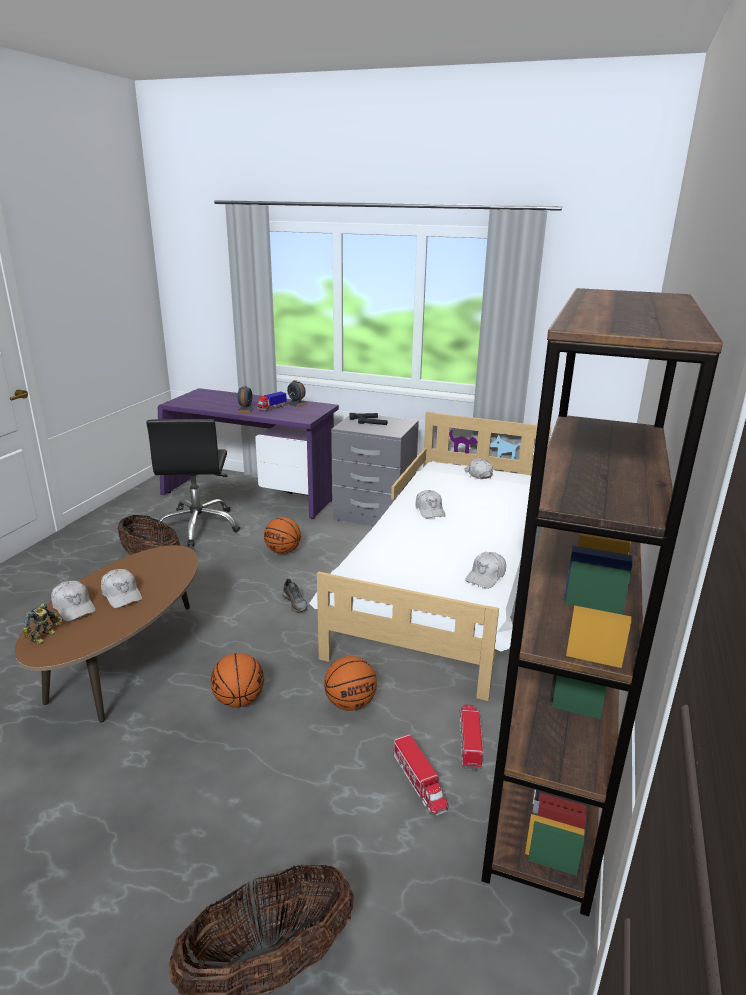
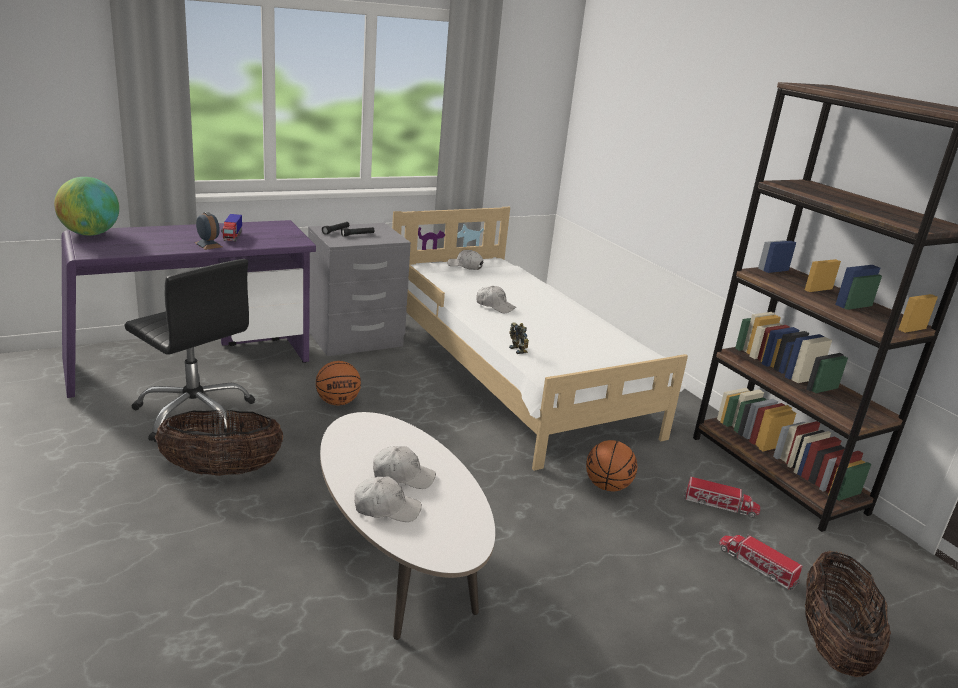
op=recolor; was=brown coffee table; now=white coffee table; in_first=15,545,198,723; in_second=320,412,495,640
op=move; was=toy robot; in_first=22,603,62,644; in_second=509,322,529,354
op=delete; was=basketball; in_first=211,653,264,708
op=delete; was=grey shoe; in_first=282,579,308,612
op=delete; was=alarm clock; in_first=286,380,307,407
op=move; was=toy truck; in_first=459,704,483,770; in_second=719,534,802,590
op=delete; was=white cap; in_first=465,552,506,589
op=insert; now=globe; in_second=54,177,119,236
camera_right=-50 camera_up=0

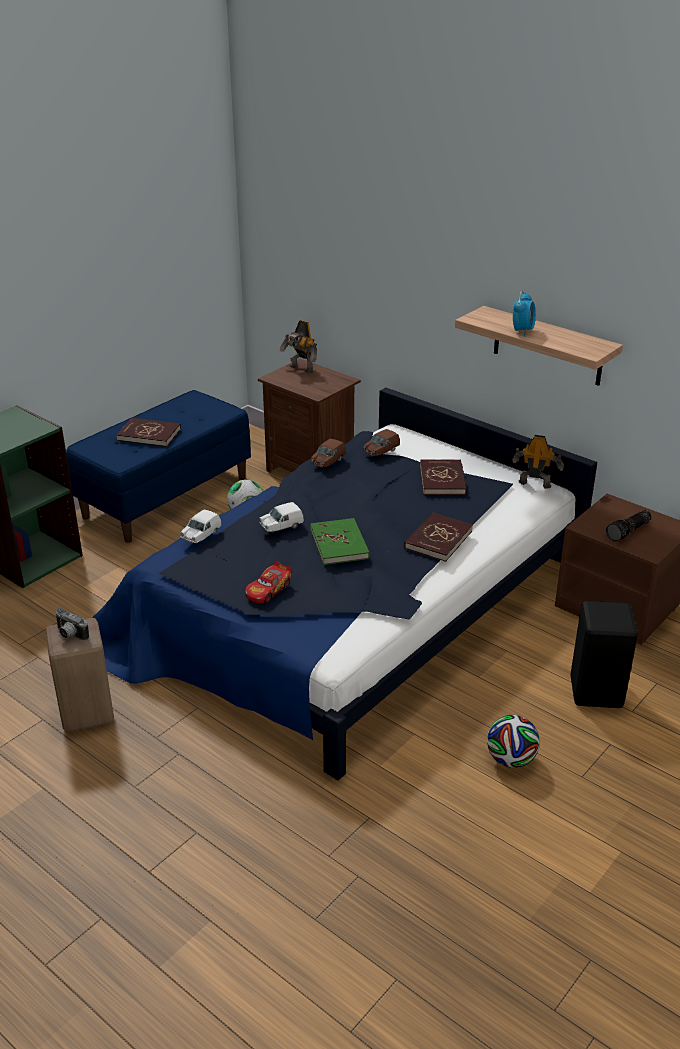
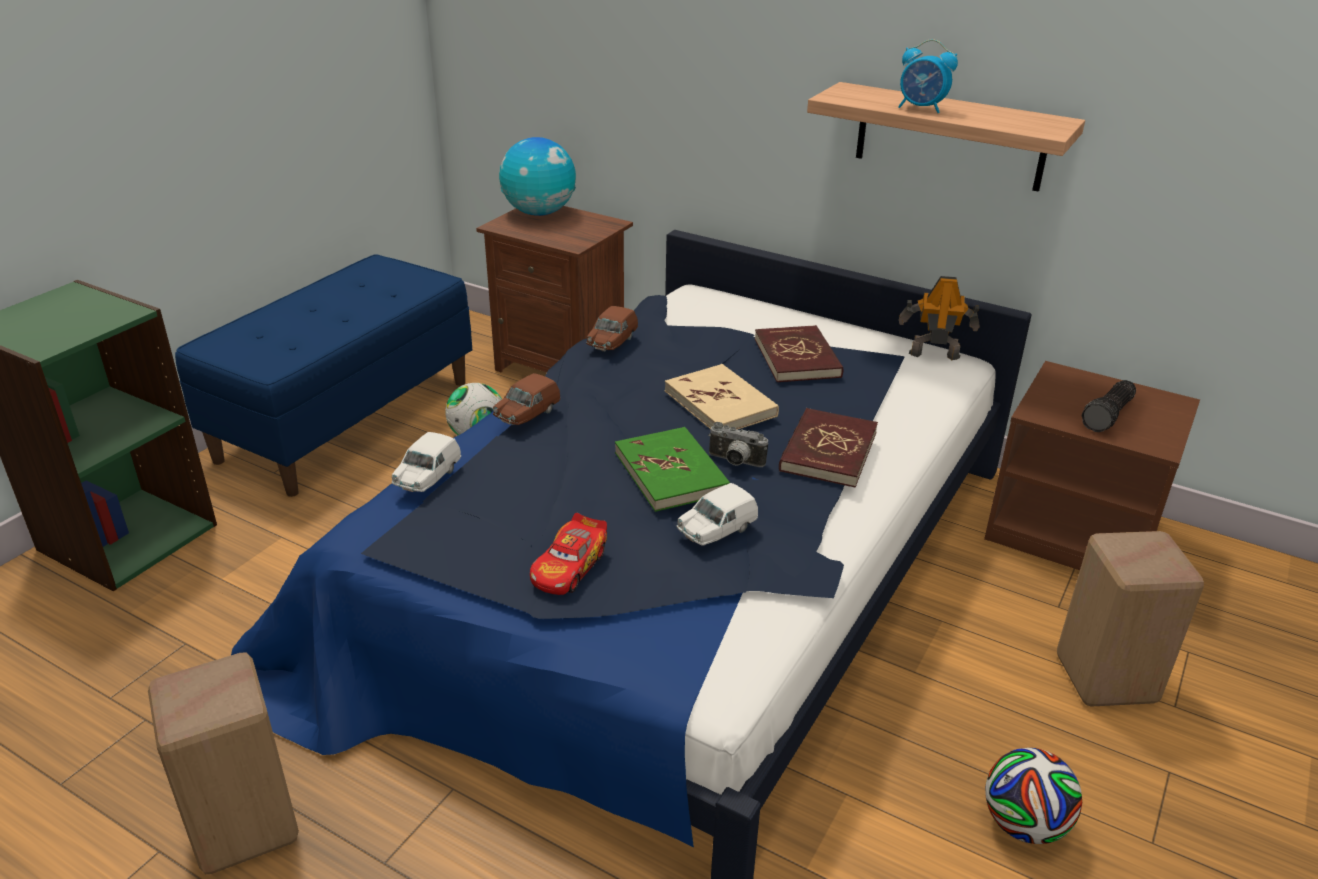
op=move; was=photo camera; in_first=55,608,89,641; in_second=708,422,768,467
op=delete; was=red book; in_first=116,418,181,447
op=move; was=white toy car; in_first=259,502,304,532; in_second=677,483,758,545
op=replace; was=toy robot; now=globe; in_first=280,320,317,373; in_second=499,137,576,216
op=move; was=brown toy car; in_first=363,429,400,456; in_second=493,373,560,425
op=rotate; was=alarm clock; in_first=513,291,536,336; in_second=898,39,958,113; clockwise=105
op=recolor; was=black stool; now=beige stool; in_first=570,601,638,708; in_second=1057,531,1204,707
op=insert; now=beige book; in_second=665,364,779,430
camera_right=-10 camera_up=0

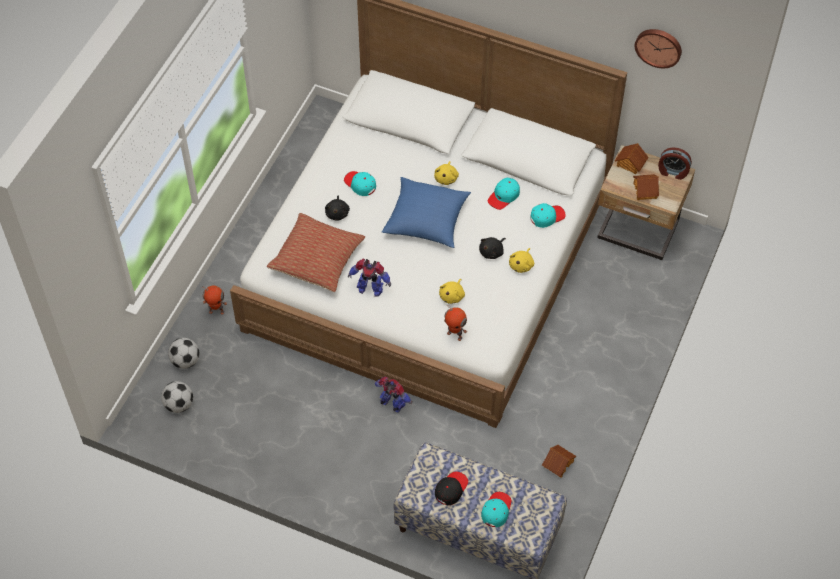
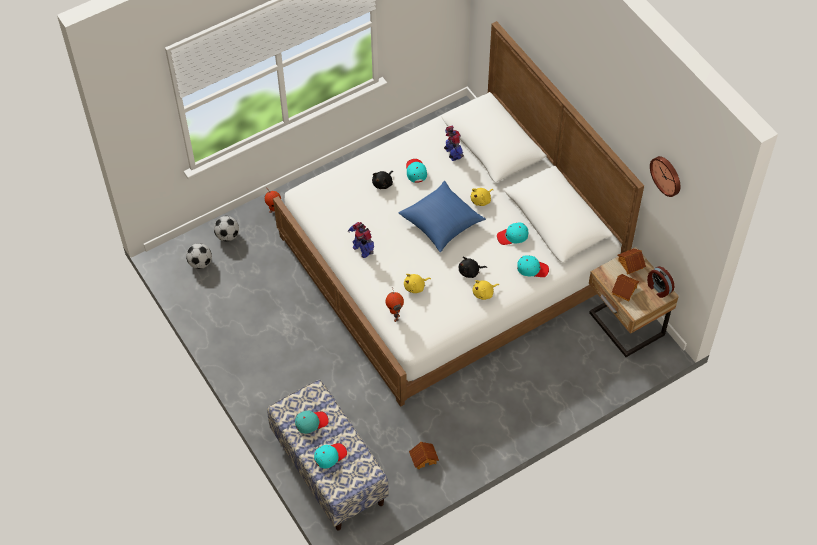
op=delete; was=pillow; in_first=267,213,365,292
op=move; was=toy robot; in_first=375,377,412,413; in_second=444,126,464,161
op=recolor; was=black cap; now=turquoise cap; in_first=435,471,468,505; in_second=295,411,328,434
camera_right=35 camera_up=0

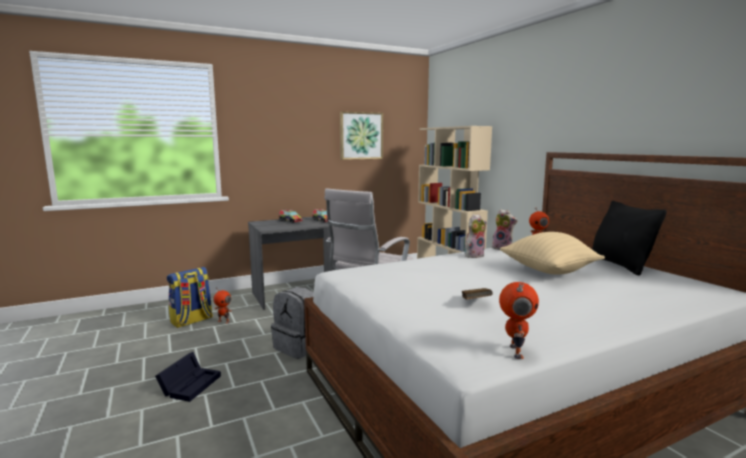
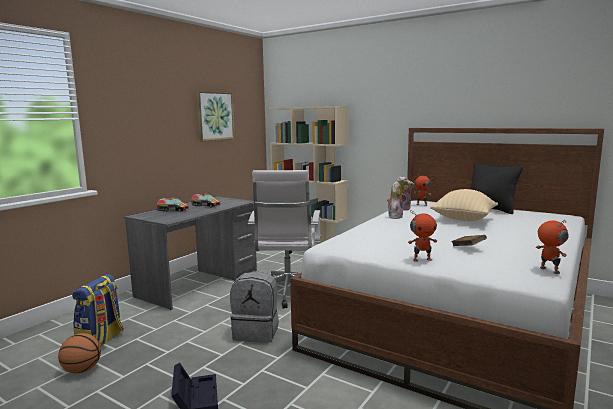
op=move; was=toy robot; in_first=213,290,232,324; in_second=408,211,437,262
op=insert; now=basketball; in_second=58,333,101,373
camera_right=-30 camera_up=0

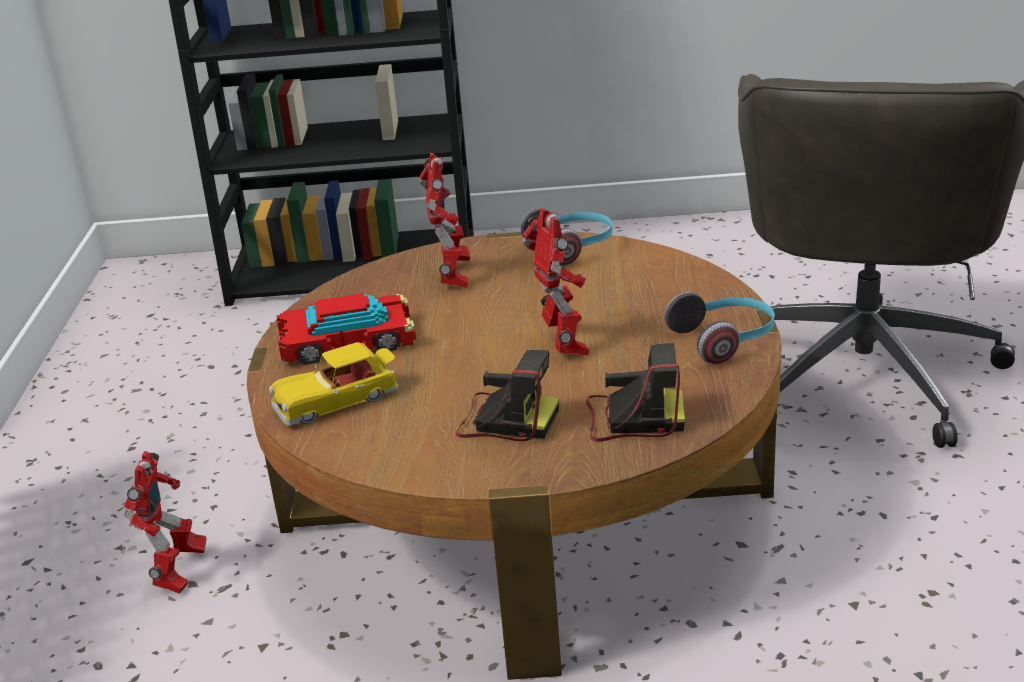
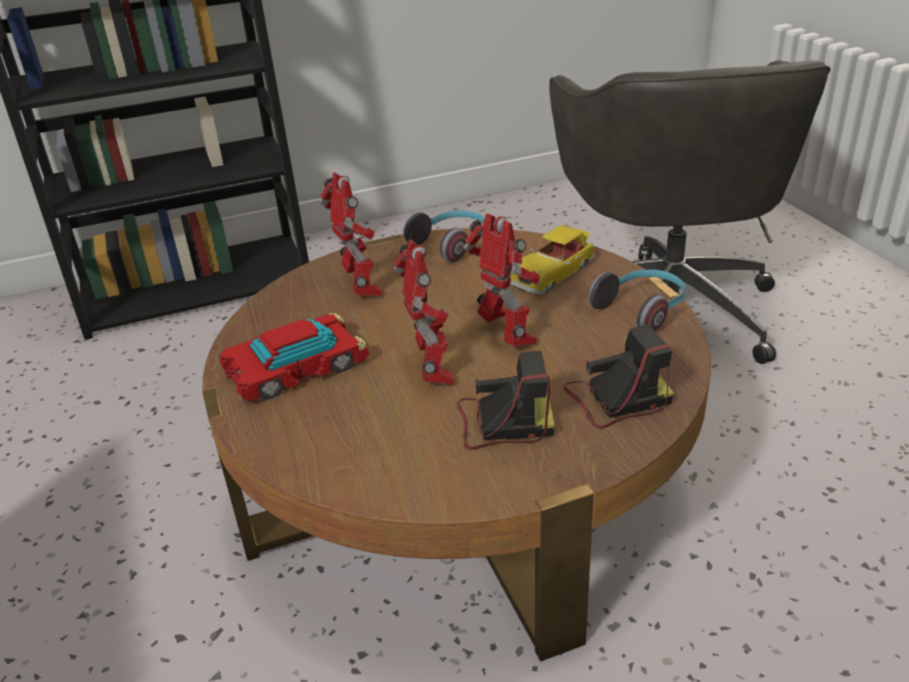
op=move; was=toy robot; in_first=124,451,206,594; in_second=394,240,454,385
op=move; was=toy car; in_first=269,342,398,426; in_second=510,225,595,295
camera_right=-20 camera_up=5

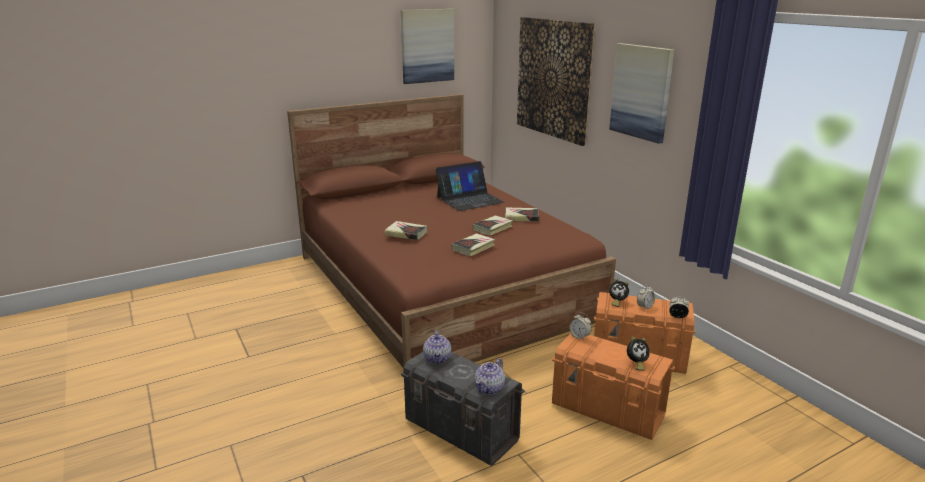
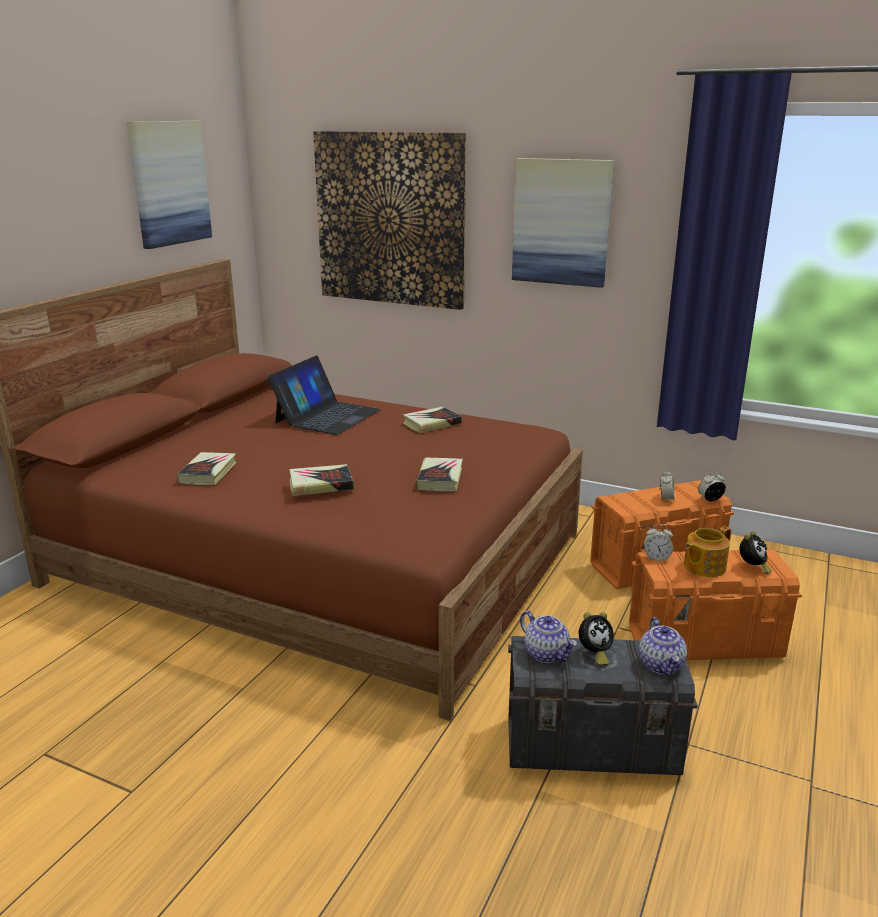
op=move; was=book; in_first=473,216,513,236; in_second=177,452,237,485
op=move; was=alarm clock; in_first=609,278,629,307; in_second=579,612,614,666
op=insert; now=teapot; in_second=684,526,731,577
camera_right=-35 camera_up=0

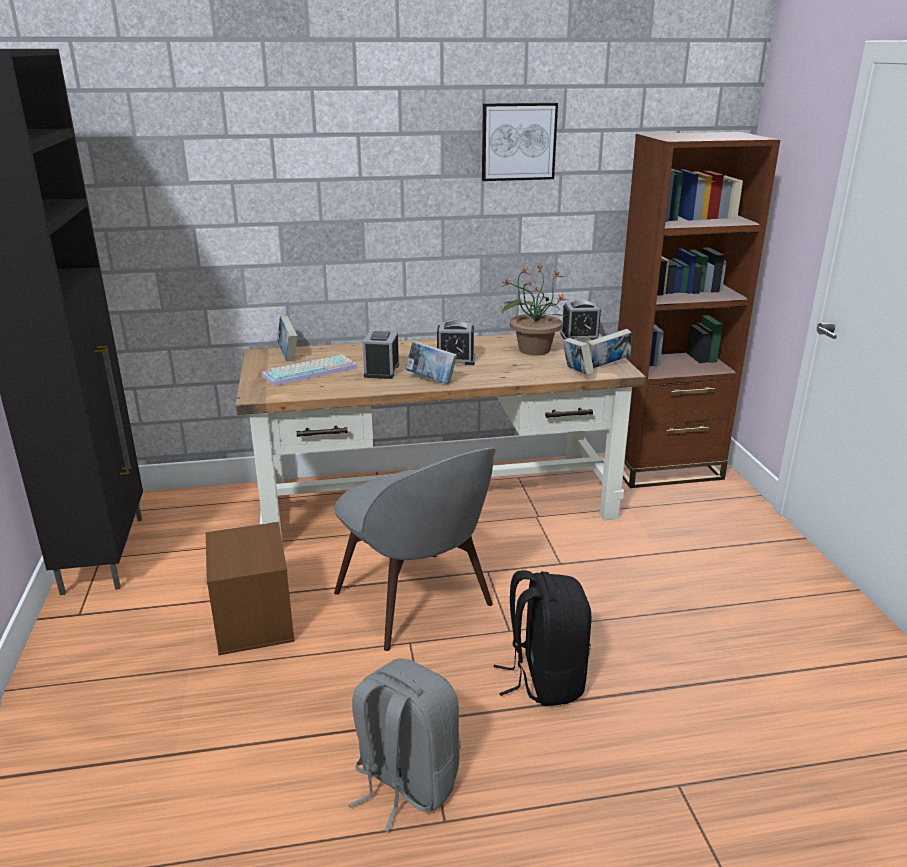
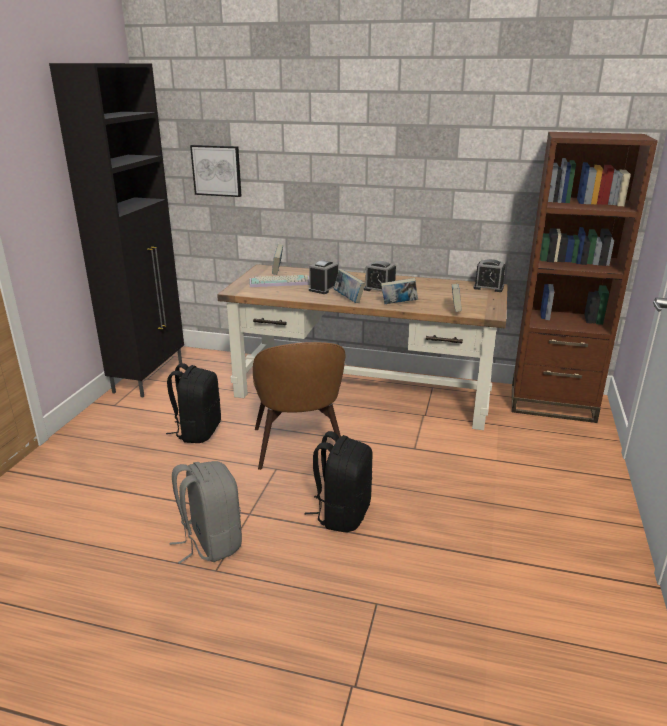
op=replace; was=brown storage box; now=black backpack; in_first=206,522,295,655; in_second=166,363,221,443
op=recolor; was=grey chair; now=brown chair; in_first=334,448,495,651; in_second=253,342,345,470
op=move; was=picture; in_first=482,103,558,181; in_second=190,145,242,197
op=delete; was=potted plant; in_first=502,264,569,355
op=move; was=book; in_first=587,329,632,368; in_second=381,278,418,304
camera_right=25 camera_up=0

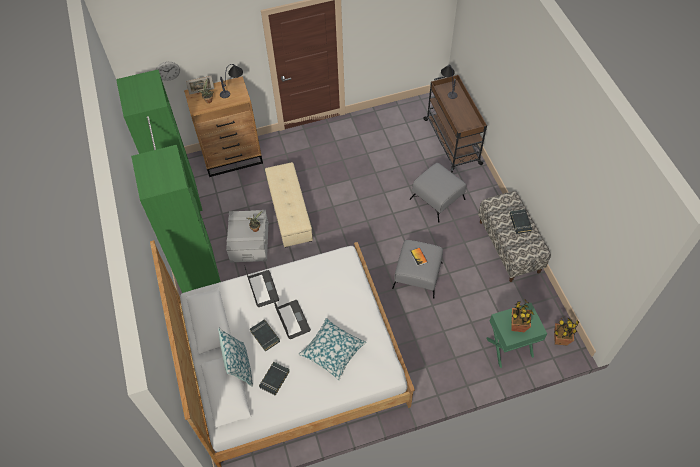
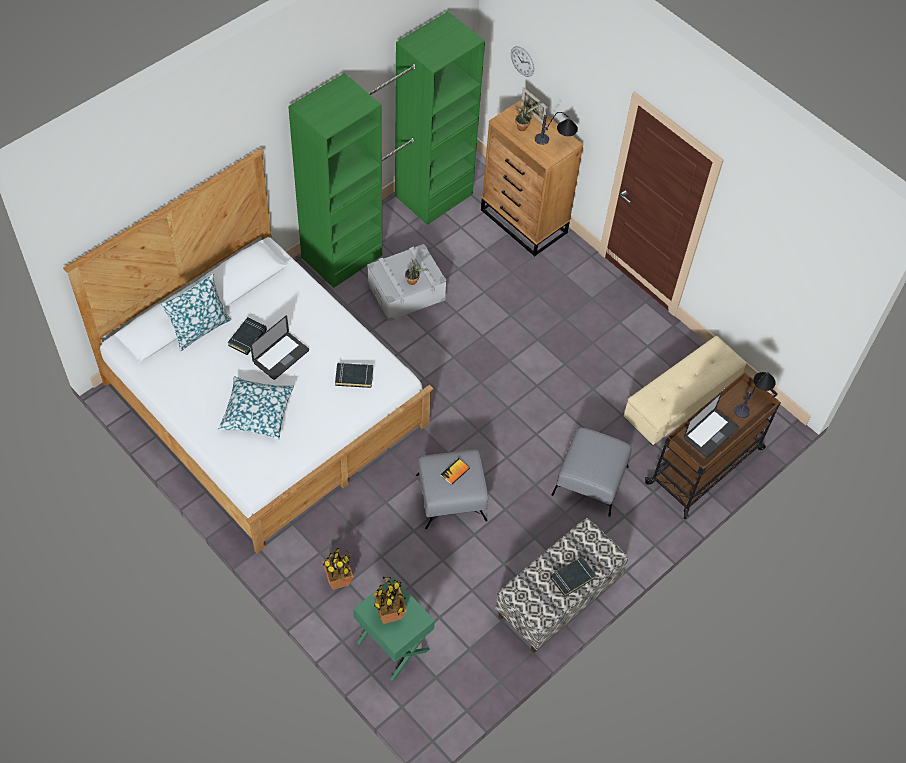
op=move; was=laptop; in_first=245,267,279,307; in_second=684,392,739,457
op=move; was=black book; in_first=259,362,290,396; in_second=335,363,373,388
op=move; was=beige ottoman; in_first=265,162,313,248; in_second=624,336,747,445
op=move; was=potted plant; in_first=554,318,579,345; in_second=323,548,354,590
camera_right=60 camera_up=0

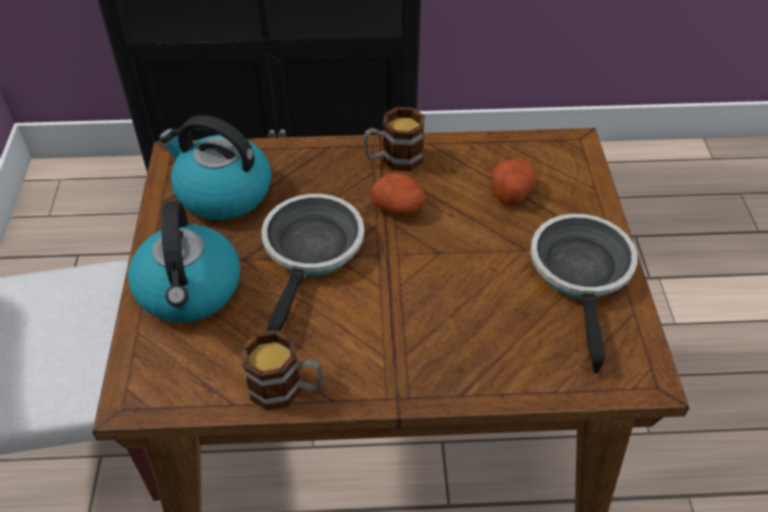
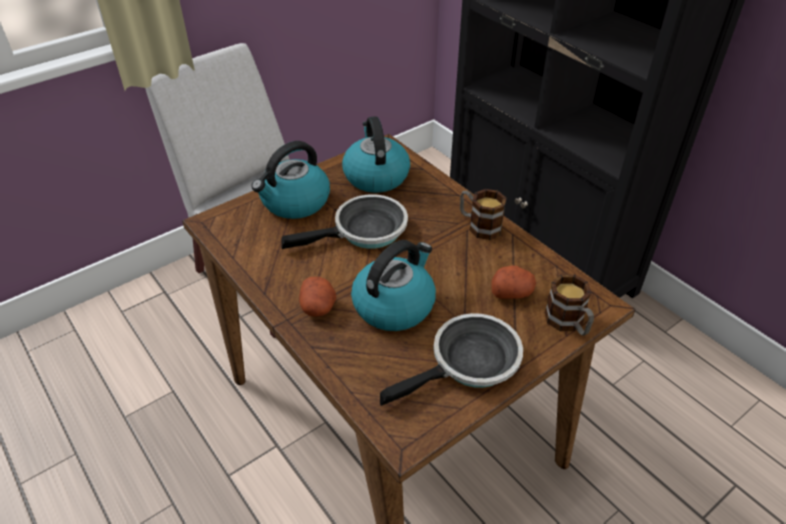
op=move; was=mug; in_first=241,330,323,410; in_second=544,274,594,336
op=move; was=potato; in_first=371,173,426,216; in_second=299,277,336,317
op=insert; now=kettle; in_second=351,240,436,331
camera_right=55 camera_up=-5

